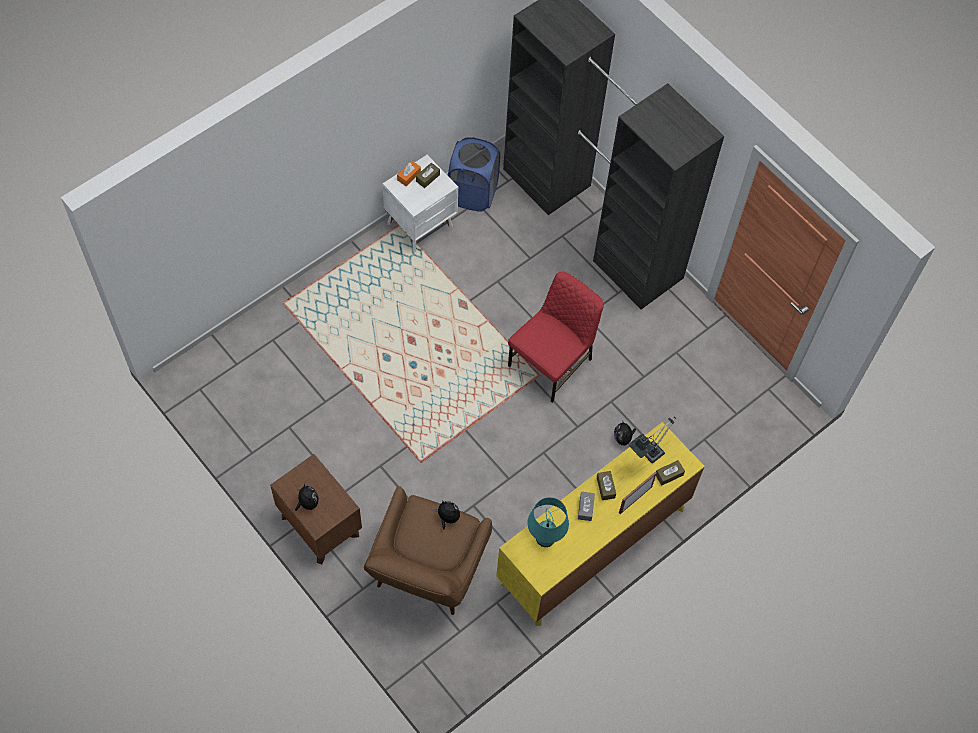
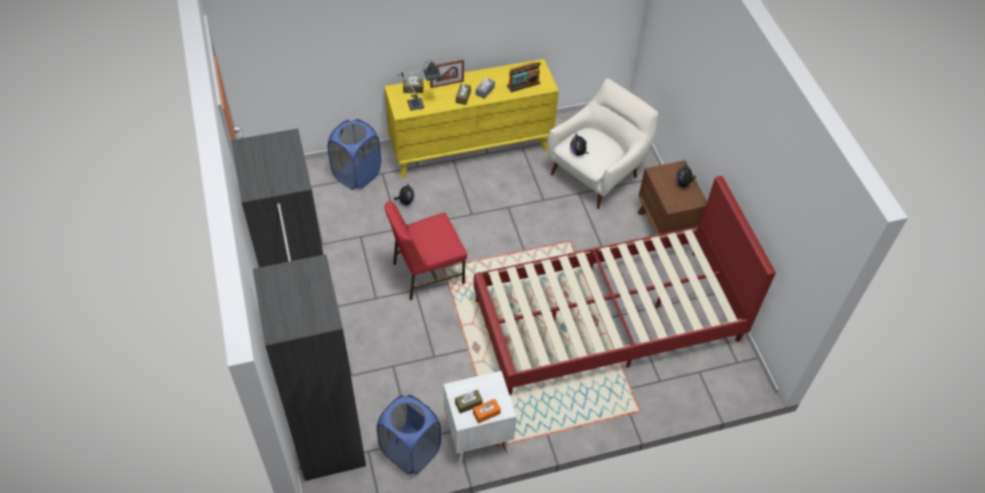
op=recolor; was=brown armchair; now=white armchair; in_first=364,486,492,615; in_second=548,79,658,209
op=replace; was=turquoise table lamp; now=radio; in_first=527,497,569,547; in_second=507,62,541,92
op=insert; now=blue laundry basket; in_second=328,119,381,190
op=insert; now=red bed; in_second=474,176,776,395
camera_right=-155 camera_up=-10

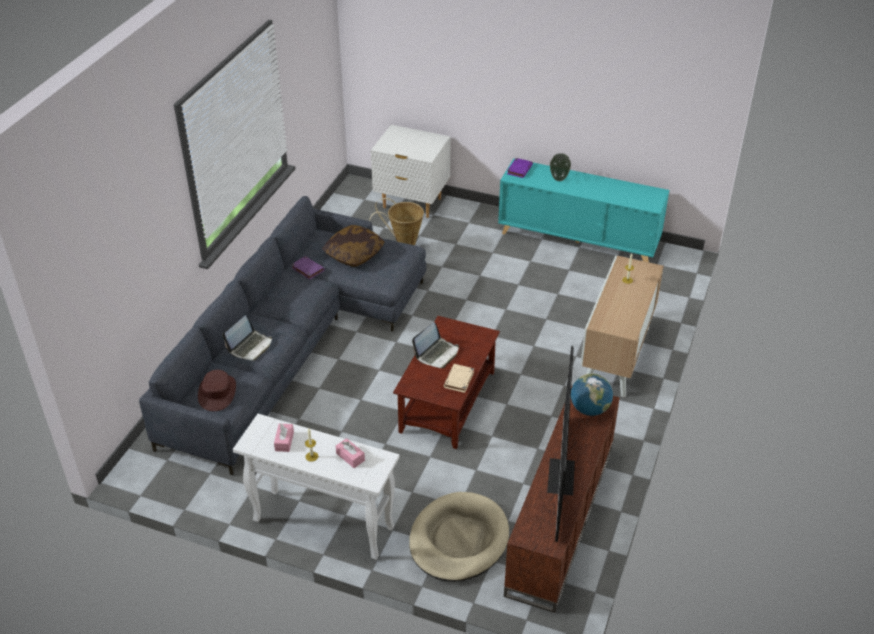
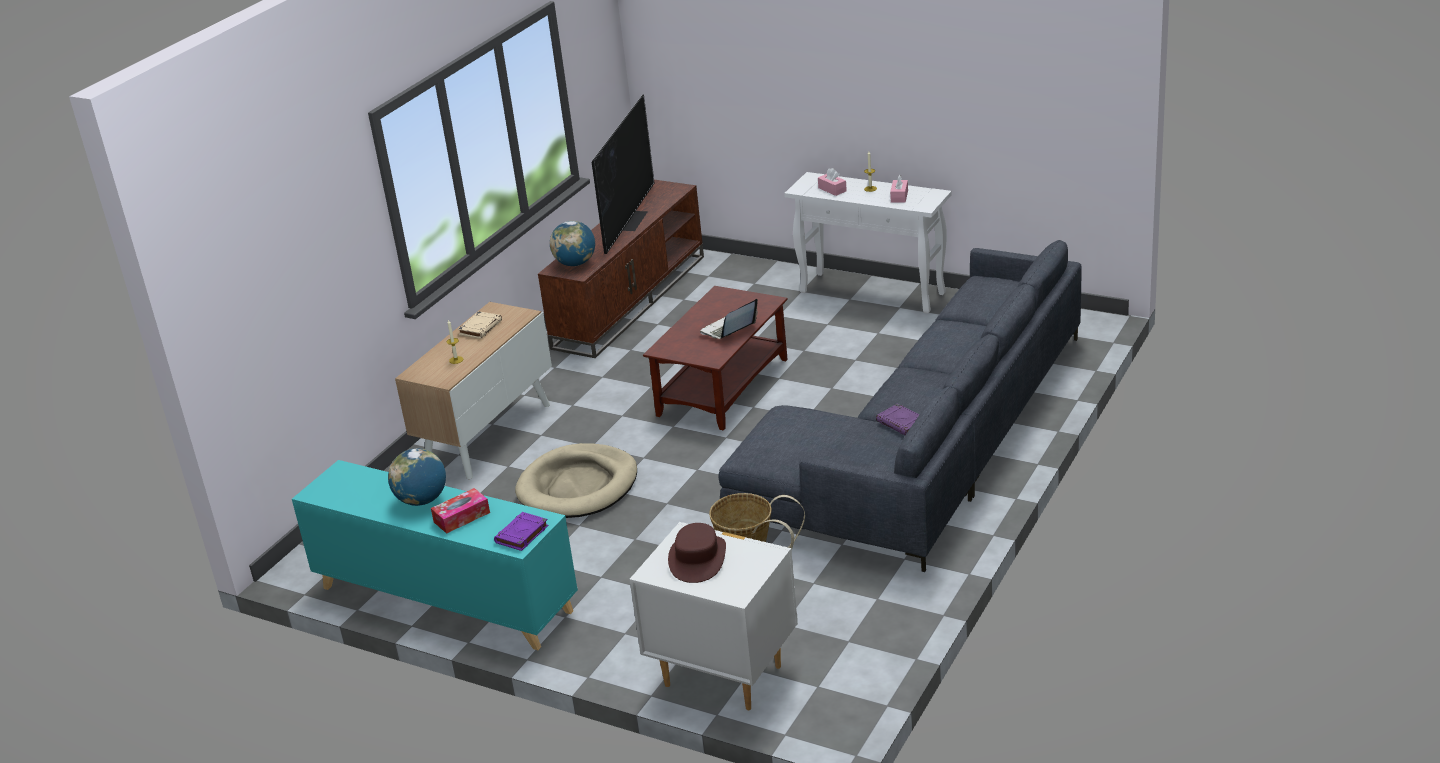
op=move; was=brown hat; in_first=198,370,236,411; in_second=668,523,726,583
op=delete; was=laptop; in_first=222,316,272,361
op=delete; was=pillow; in_first=322,225,385,267
op=move; was=beige dog bed; in_first=409,492,509,582; in_second=515,443,637,518
op=move; was=beige book; in_first=444,364,474,393; in_second=458,311,502,339
op=replace; was=vase; now=tissue box; in_first=550,153,571,181; in_second=431,488,490,534
op=insert; now=globe; in_second=388,448,446,506
camera_right=-170 camera_up=-10

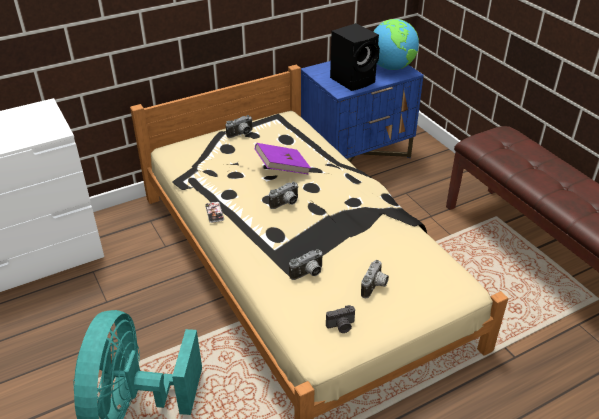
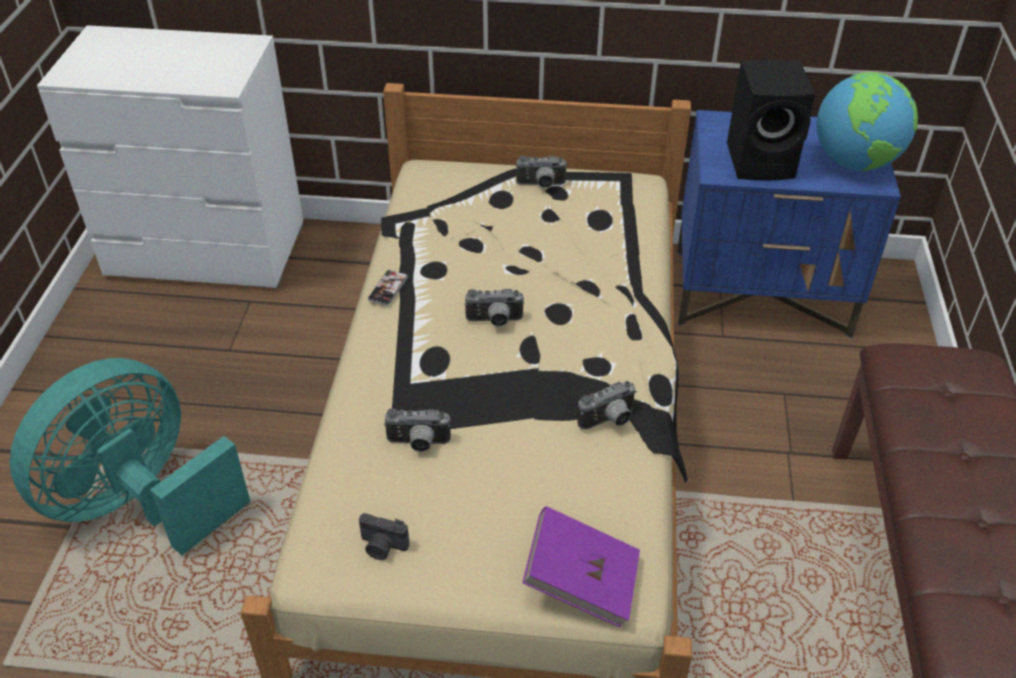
op=move; was=purple book; in_first=255,143,311,174; in_second=522,506,640,628
op=move; was=photo camera; in_first=361,260,389,298; in_second=577,381,637,429
camera_right=35 camera_up=5

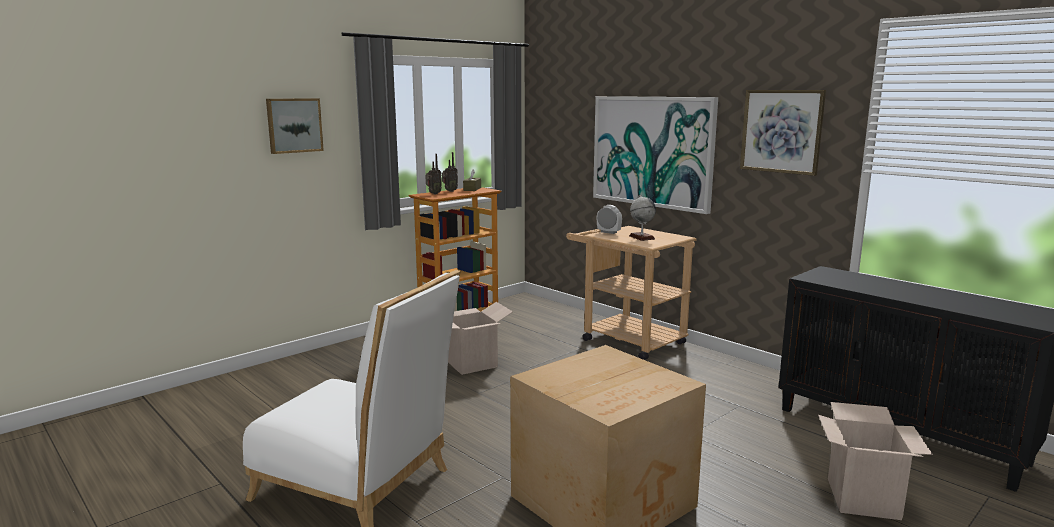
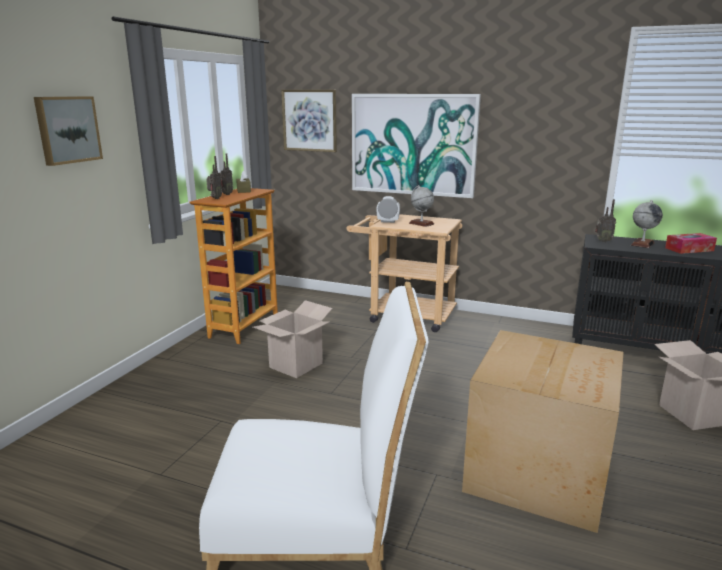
op=move; was=picture; in_first=740,90,826,176; in_second=281,90,337,152
op=insert; now=radio; in_second=595,199,616,242
op=insert; now=globe; in_second=631,200,663,248
op=insert; now=tissue box; in_second=665,233,717,254
camera_right=-25 camera_up=5

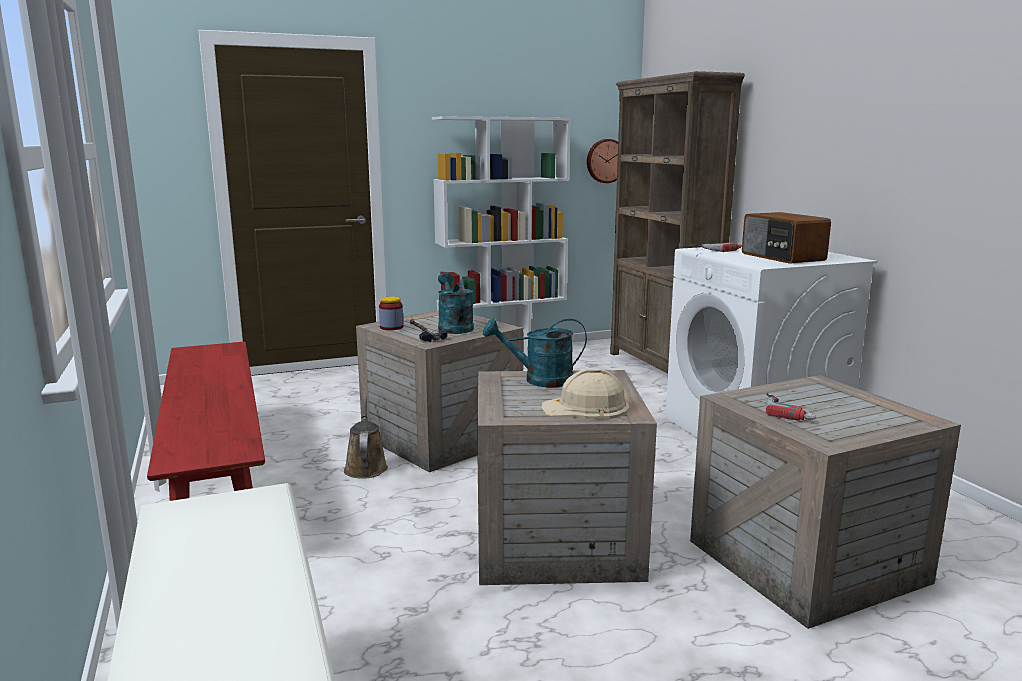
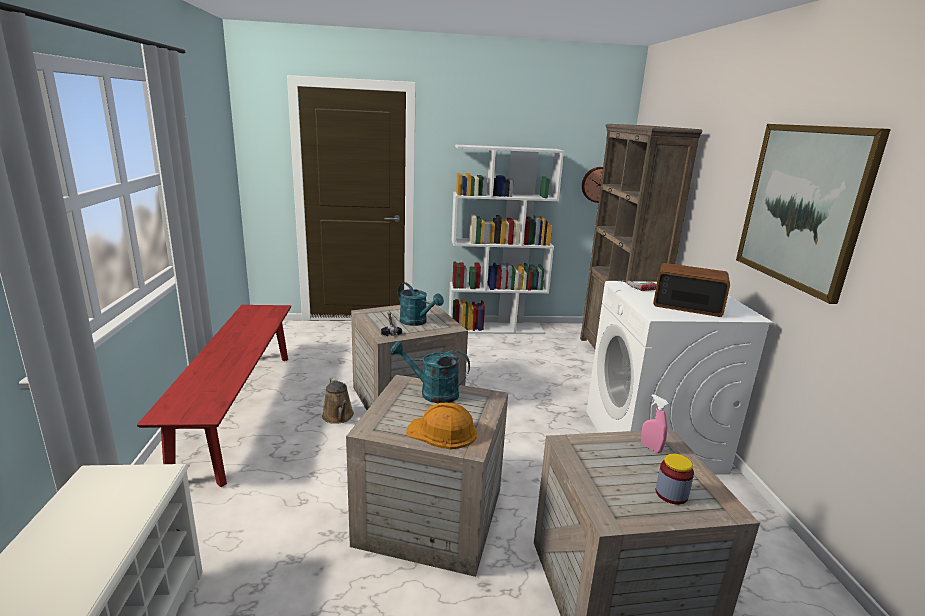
op=rotate; was=brown watering can; in_first=344,397,388,479; in_second=322,378,354,424; clockwise=150
op=move; was=jar; in_first=379,296,403,330; in_second=655,453,694,505
op=rotate; was=turquoise watering can; in_first=438,272,474,334; in_second=398,282,444,326; clockwise=135
op=recolor; was=beige hard hat; now=orange hard hat; in_first=541,369,629,419; in_second=406,403,477,450
op=rotate; was=radio; in_first=742,212,831,264; in_second=653,263,730,317; clockwise=120
op=delete; was=power drill; in_first=766,393,816,421
op=insert; now=pink spray bottle; in_second=641,394,669,453
op=insert; now=picture; in_second=736,124,891,304
camera_right=15 camera_up=5

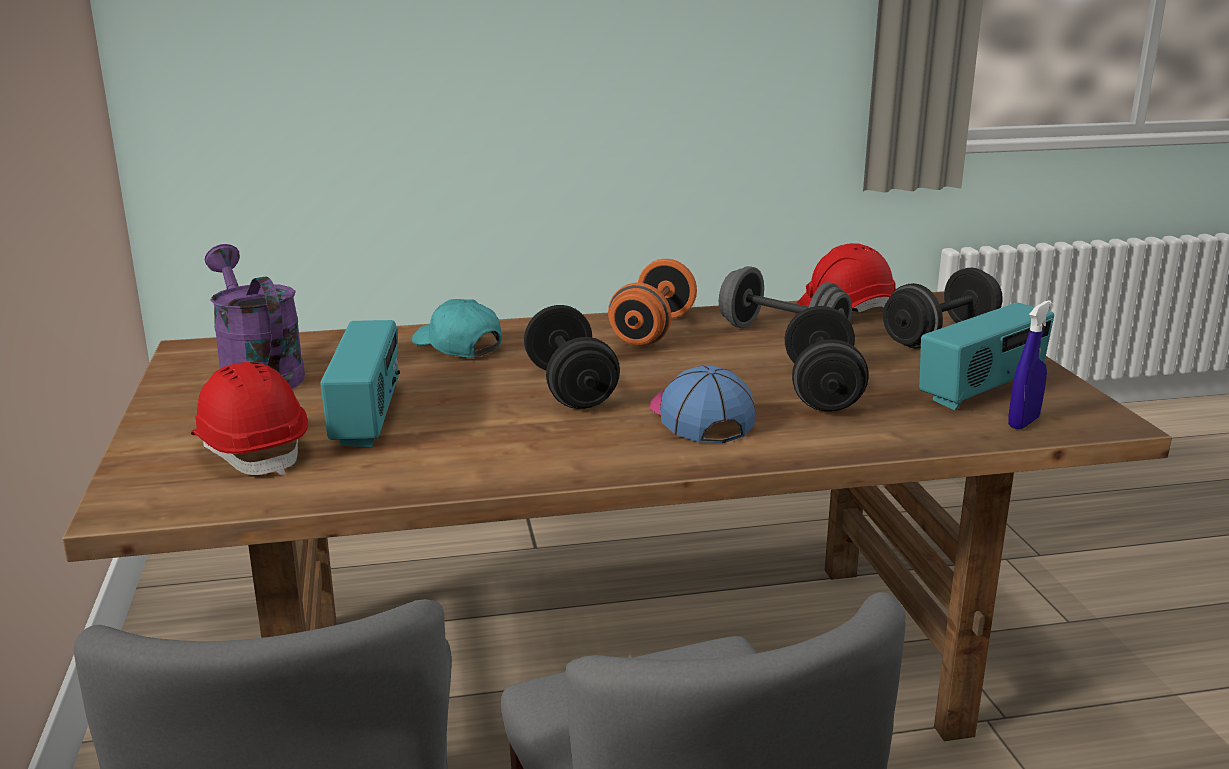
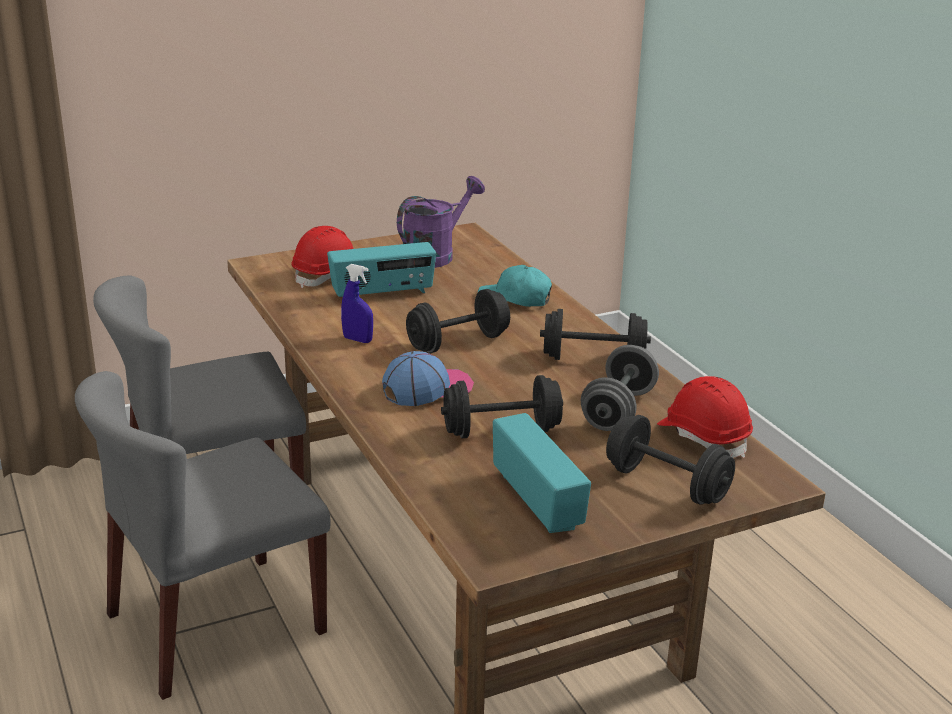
op=rotate; was=turquoise cap; in_first=412,299,502,358; in_second=478,265,552,307; clockwise=-105
op=recolor; was=orange dumbbell; now=black dumbbell; in_first=608,259,697,346; in_second=540,309,651,360
op=rotate; was=radio; in_first=919,303,1054,410; in_second=493,413,591,533; clockwise=-150
op=move; was=blue spray bottle; in_first=1008,300,1052,429; in_second=341,264,373,343
camera_right=75 camera_up=5

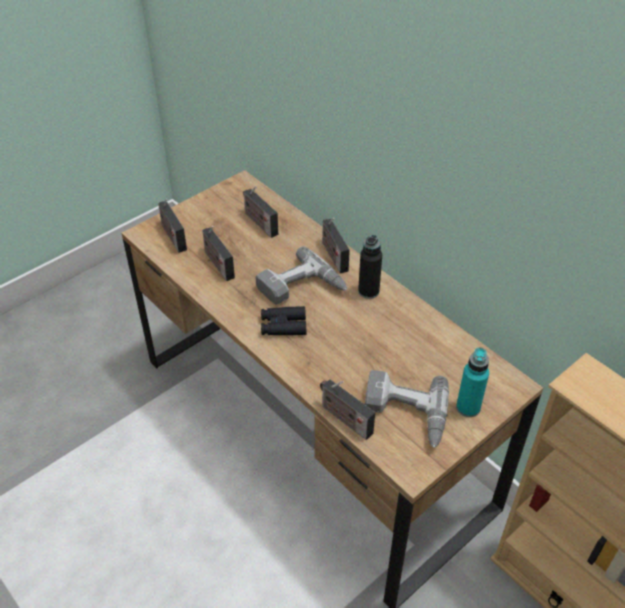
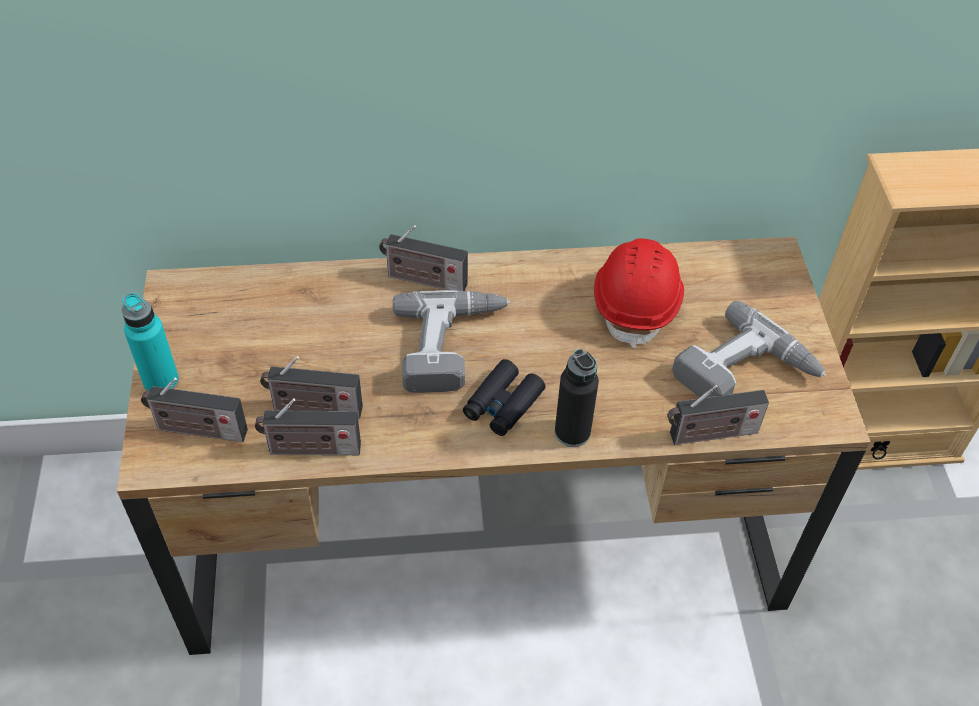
op=move; was=radio; in_first=243,186,278,238; in_second=255,398,361,455
op=move; was=black bottle; in_first=358,235,382,299; in_second=555,349,599,447
op=move; was=turquoise bottle; in_first=456,348,489,417; in_second=122,293,179,391
op=insert; now=red hard hat; in_second=594,238,684,348
camera_right=-55 camera_up=5

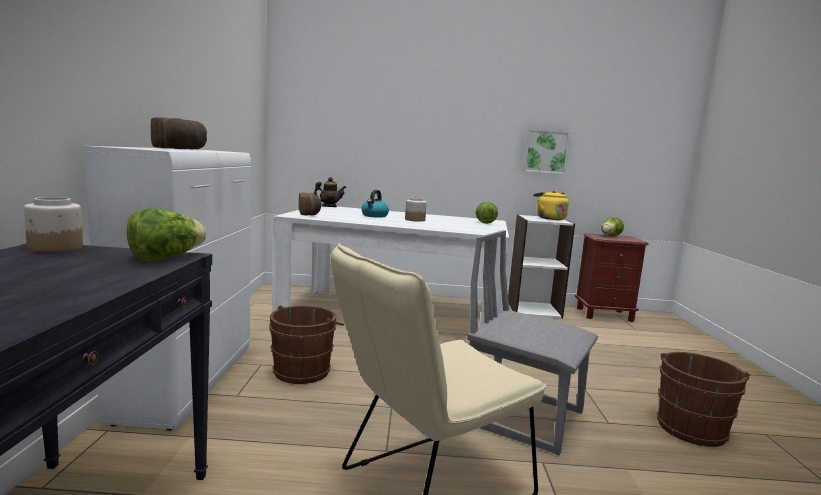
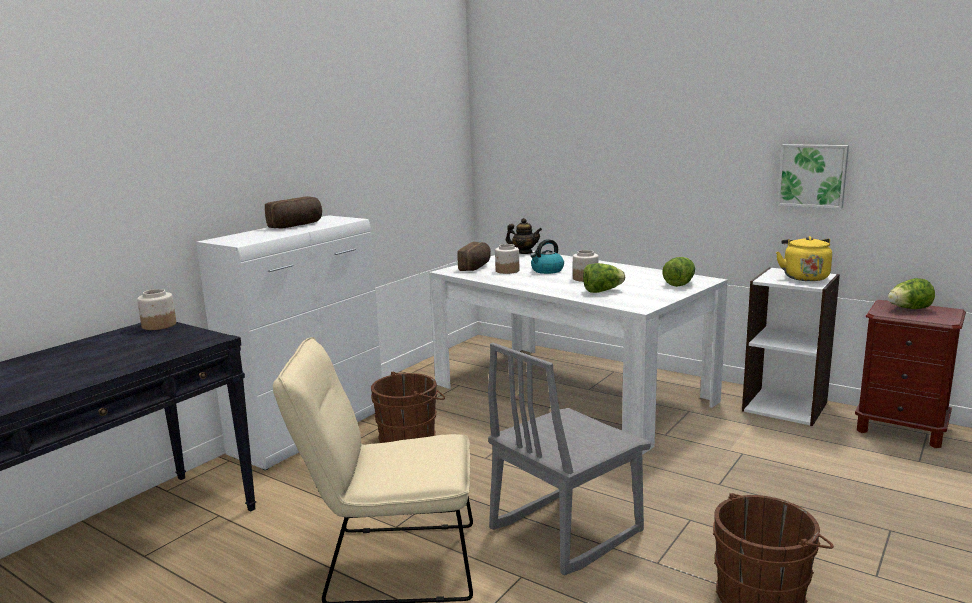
op=move; was=lettuce; in_first=127,209,207,261; in_second=583,263,625,293
op=rotate; was=grey chair; in_first=467,230,598,455; in_second=488,343,651,576; clockwise=-105
op=insert; now=jar; in_second=495,244,519,274
camera_right=35 camera_up=5

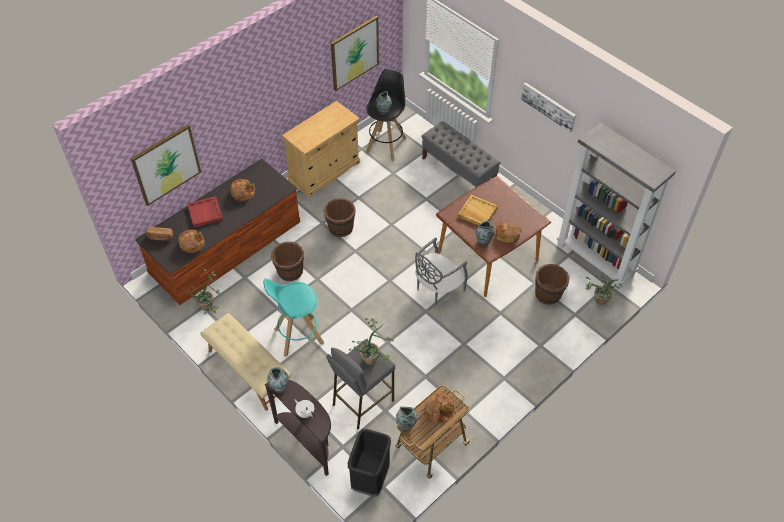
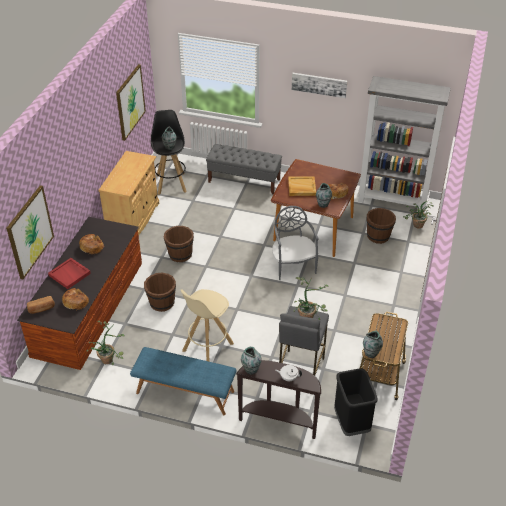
op=recolor; was=beige bench; now=blue bench; in_first=200,313,291,411; in_second=130,347,237,415
op=recolor; was=turquoise stool; now=beige stool; in_first=263,278,324,357; in_second=181,289,234,361
op=rotate; was=grey chair; in_first=415,237,468,306; in_second=272,206,319,280; clockwise=150
op=delete; was=bread; in_first=425,393,457,423
camera_right=-30 camera_up=-10

